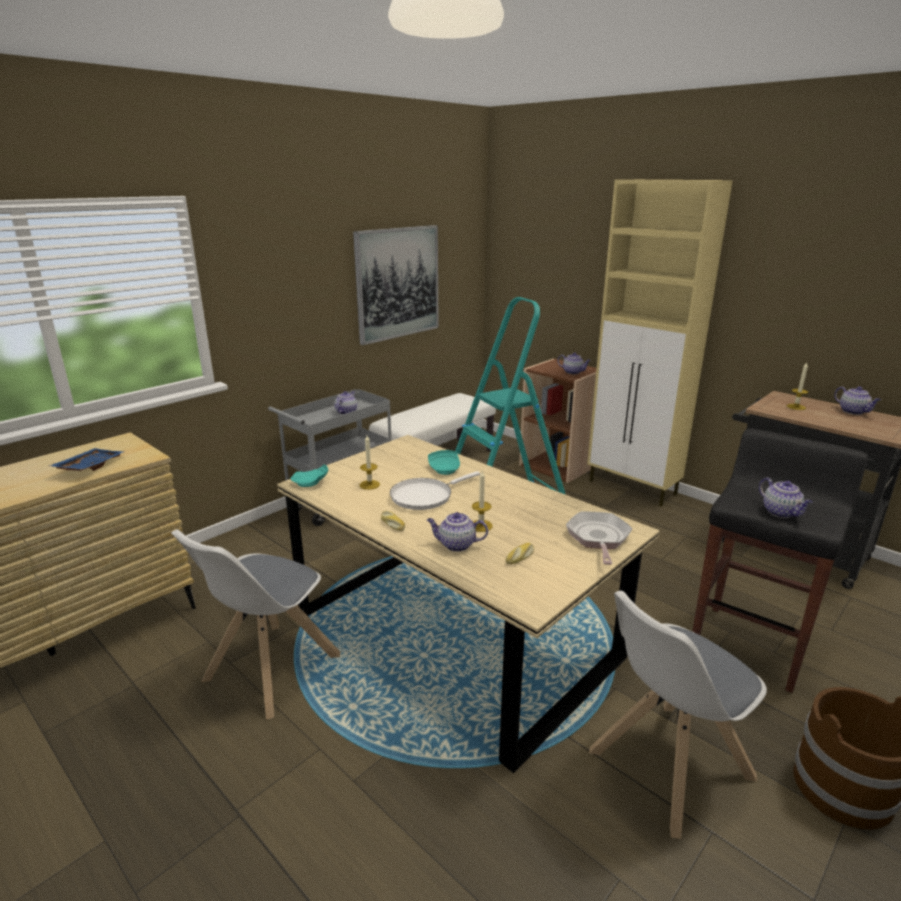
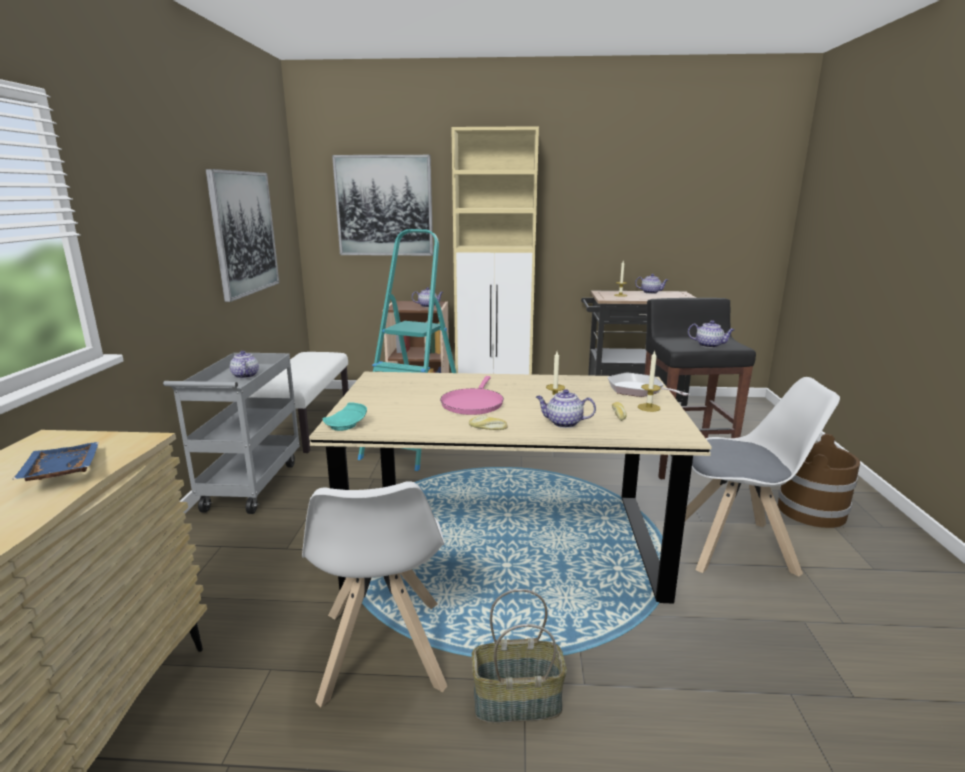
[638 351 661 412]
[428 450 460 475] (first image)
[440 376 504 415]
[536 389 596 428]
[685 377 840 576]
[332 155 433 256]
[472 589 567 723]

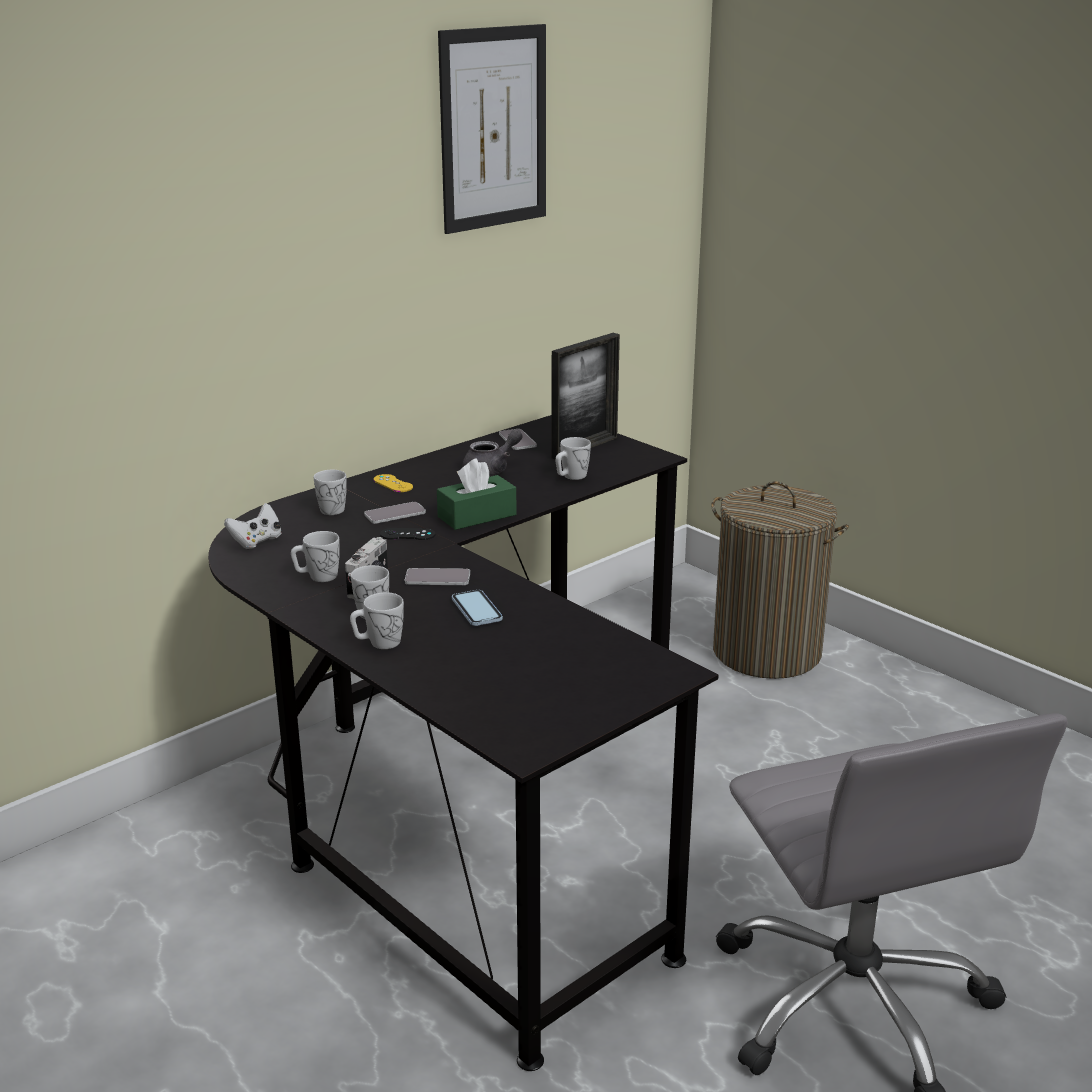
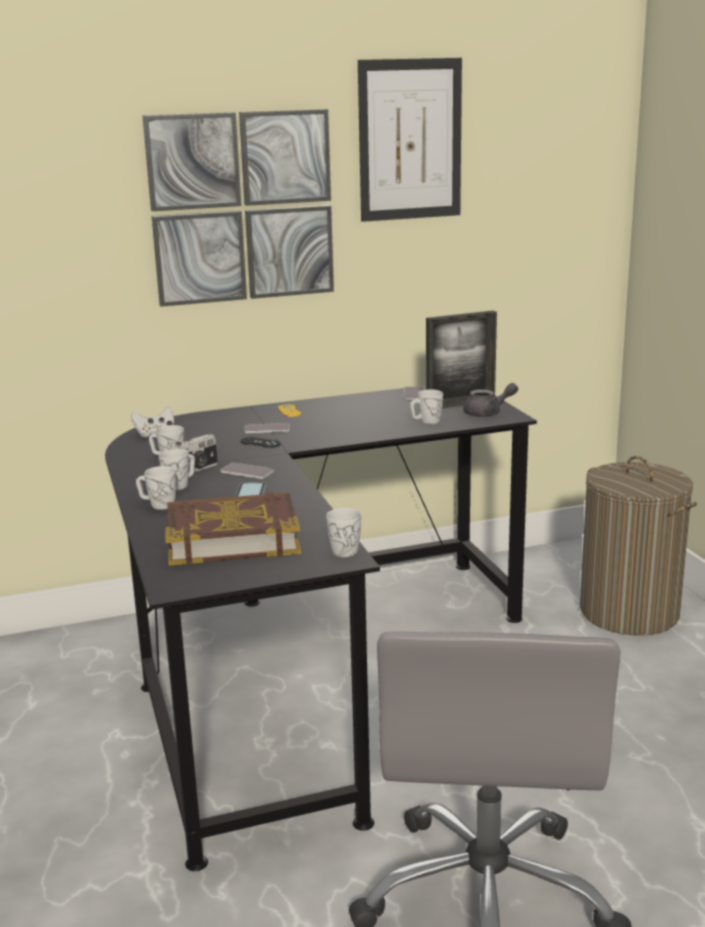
[463 383 518 417]
[437 458 517 530] (first image)
[326 508 361 557]
[142 109 334 307]
[165 492 301 566]

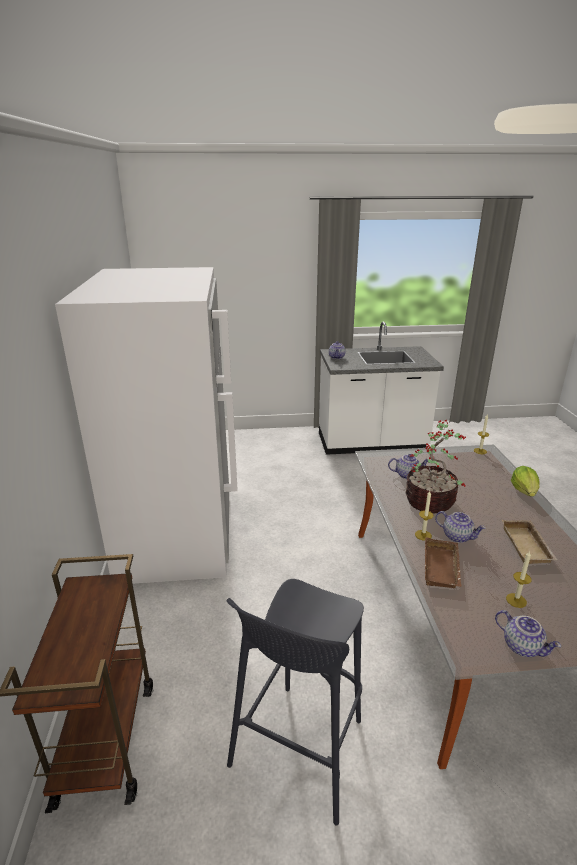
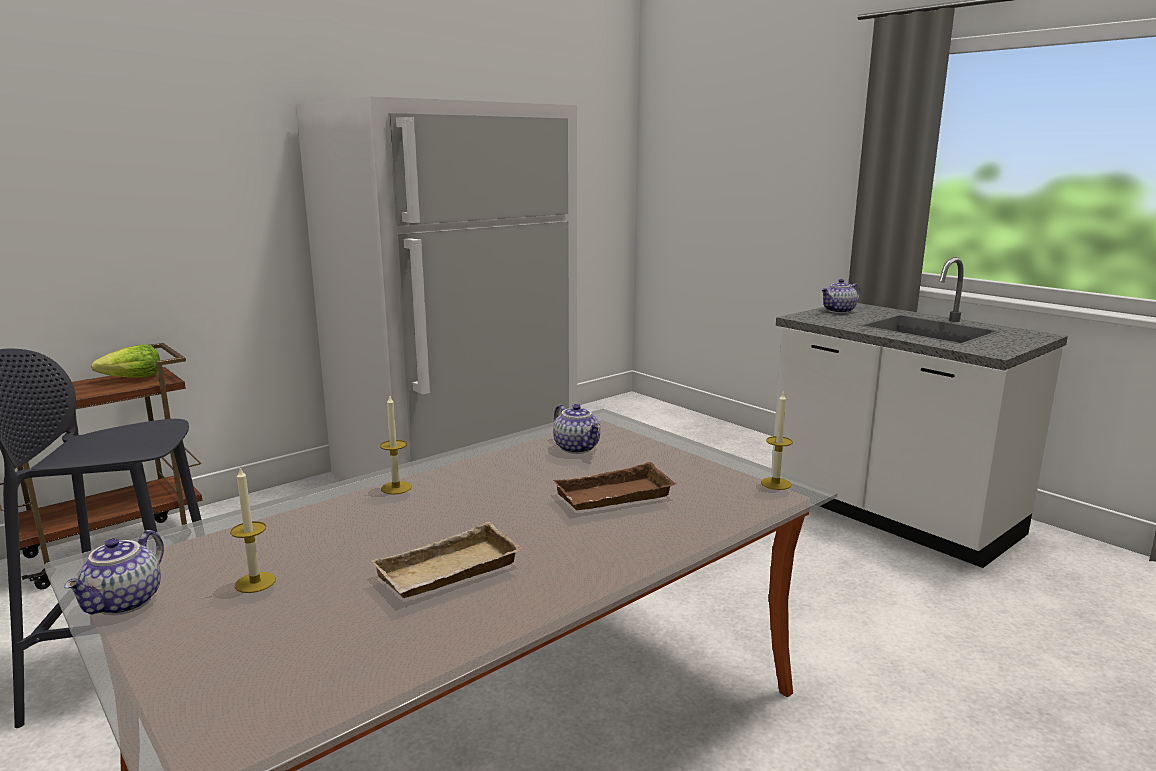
[406 420 466 513] (first image)
[91 344 160 378]
[435 511 486 543] (first image)
[553 462 676 510]

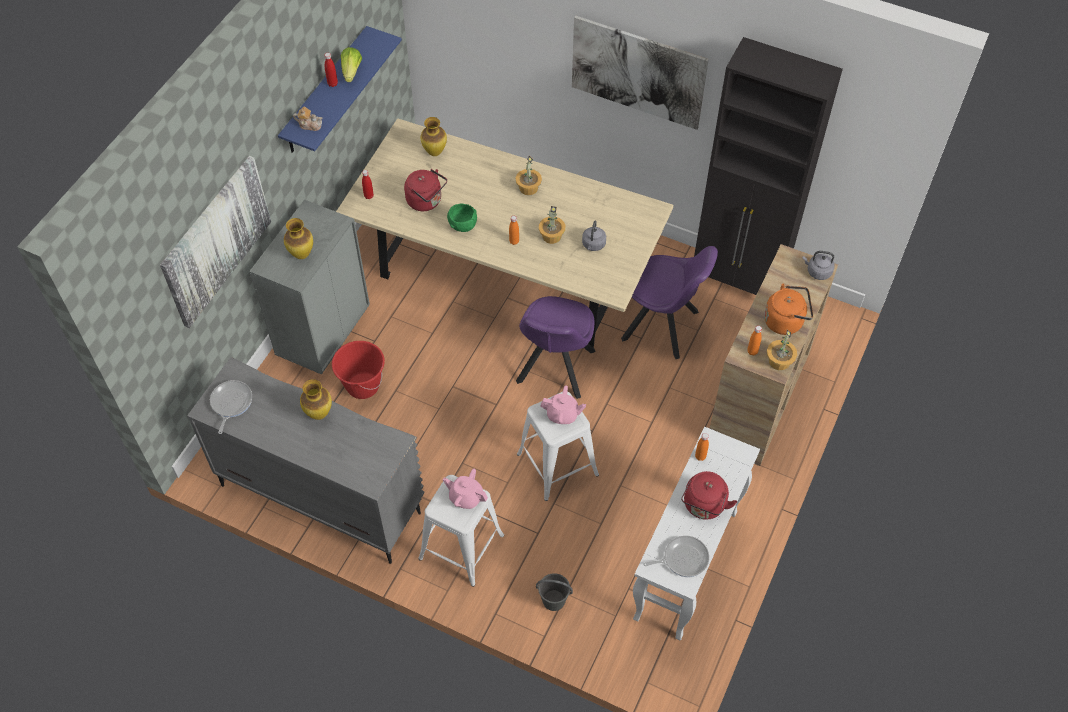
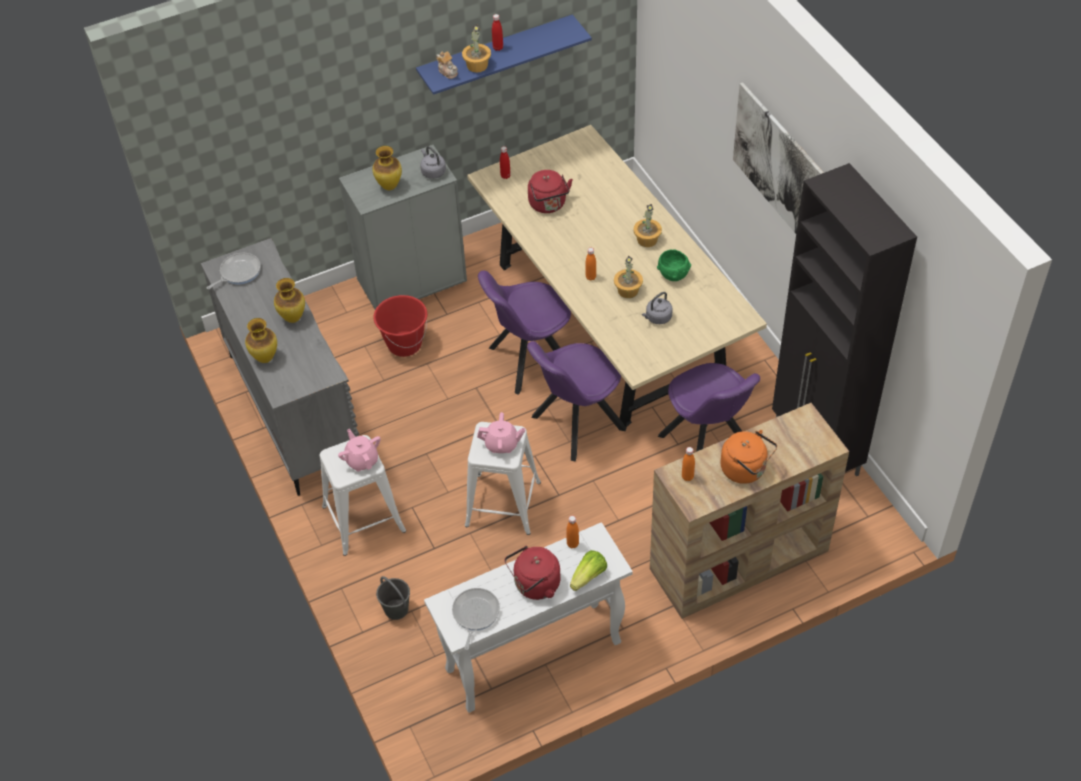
[570 550 607 591]
[245 318 277 363]
[160 156 271 328] (first image)
[657 250 691 281]
[420 146 446 179]
[462 25 491 73]
[477 412 525 453]
[452 588 500 650]
[478 271 571 395]

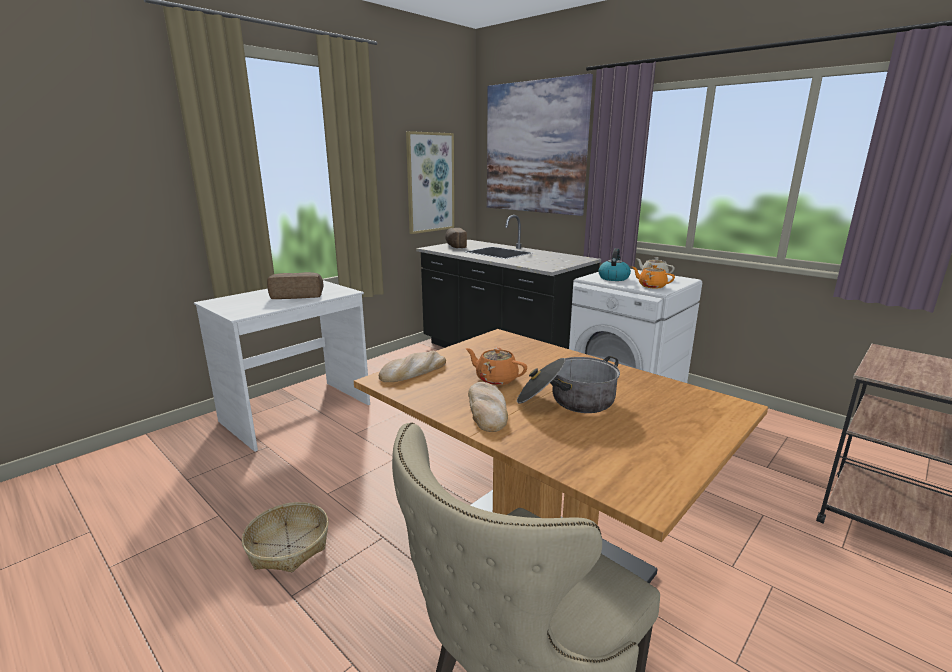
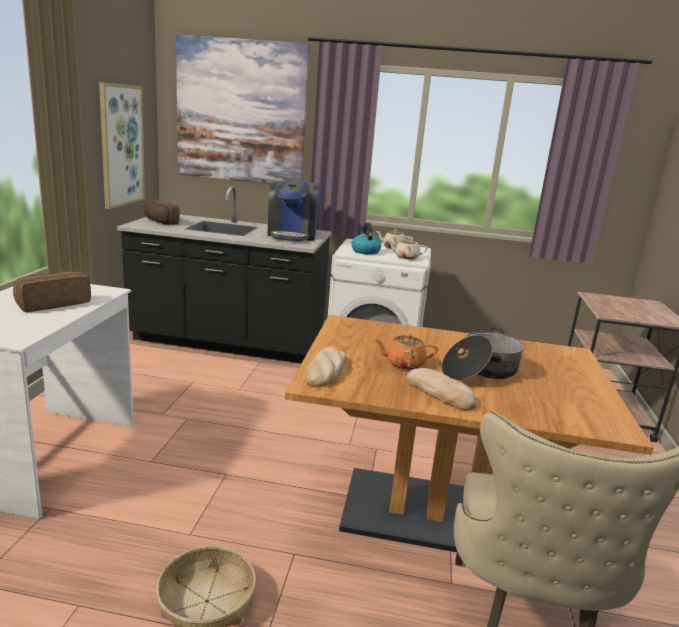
[387 238 428 260]
[267 179 323 241]

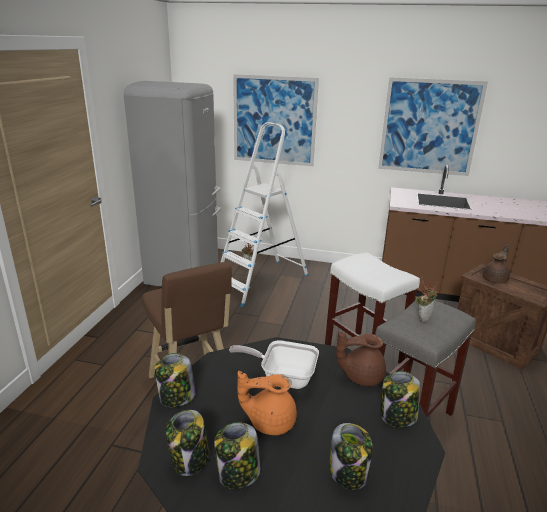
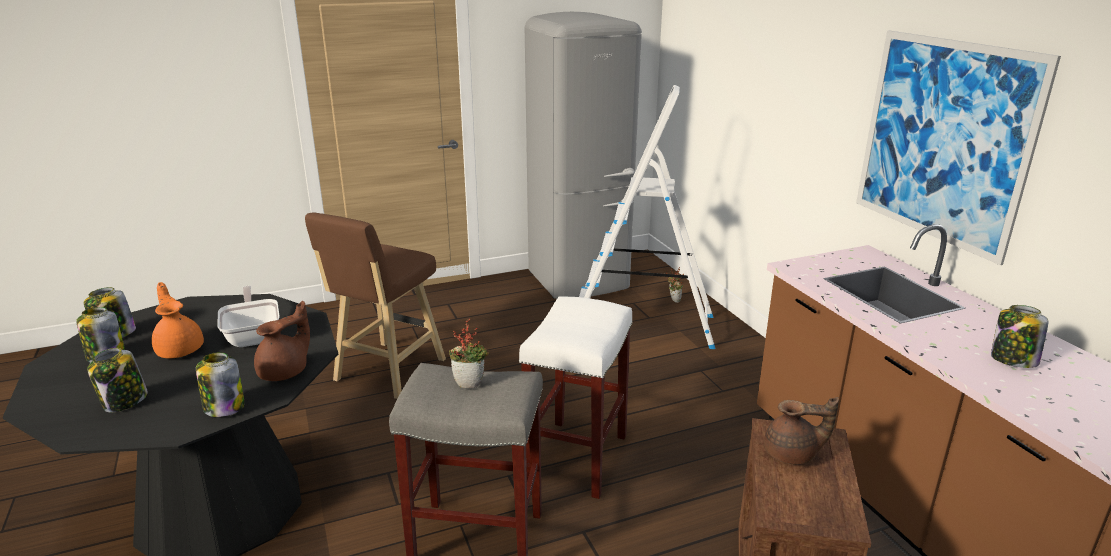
[233 74 319 166] (first image)
[254 301 310 381]
[991 305 1048 368]

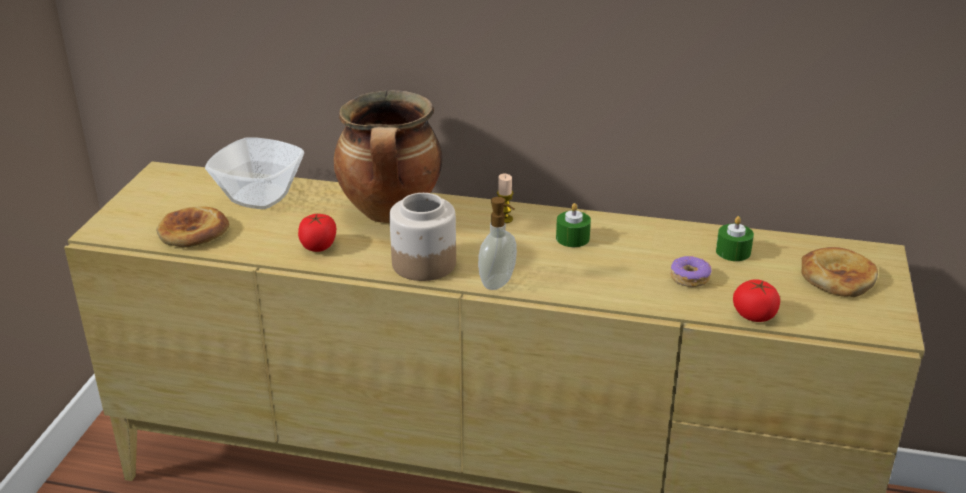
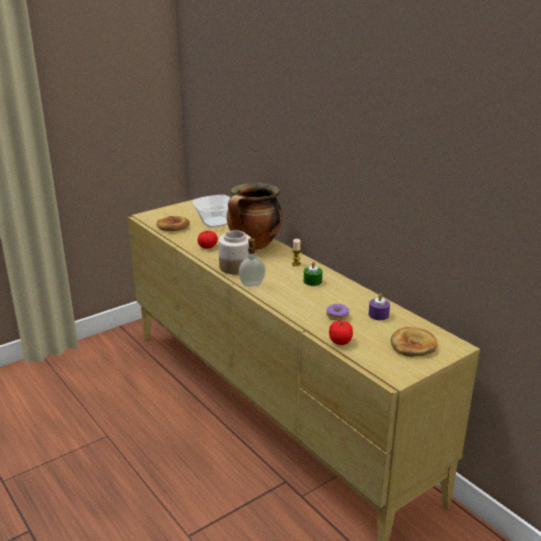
[369 294 390 320]

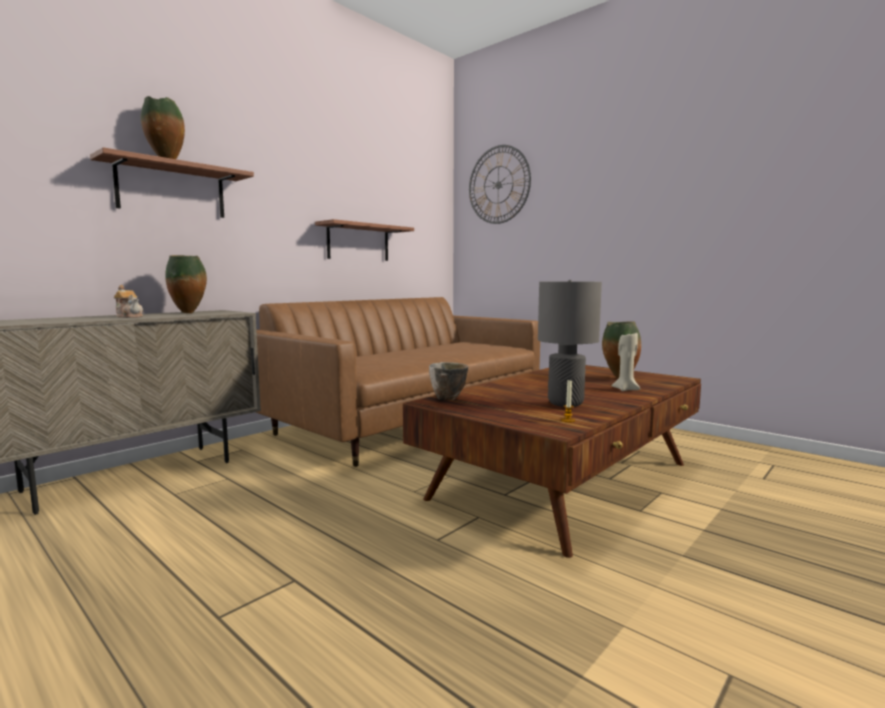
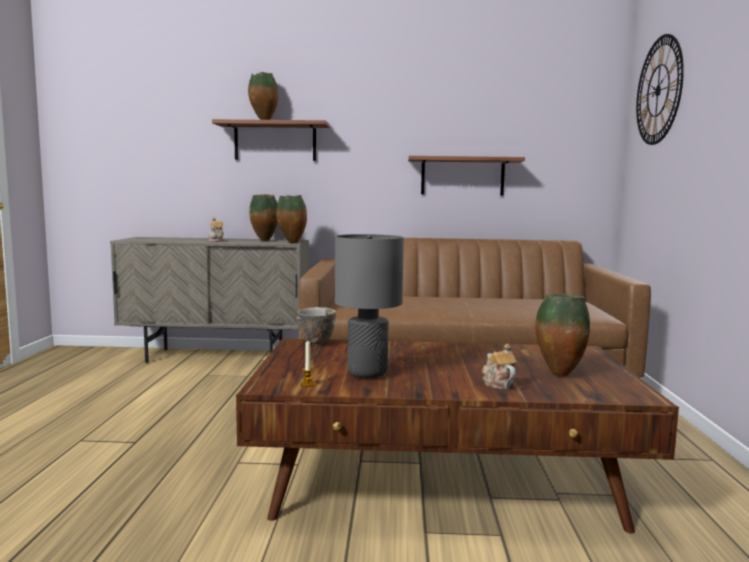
[482 344 517 390]
[276 195 307 243]

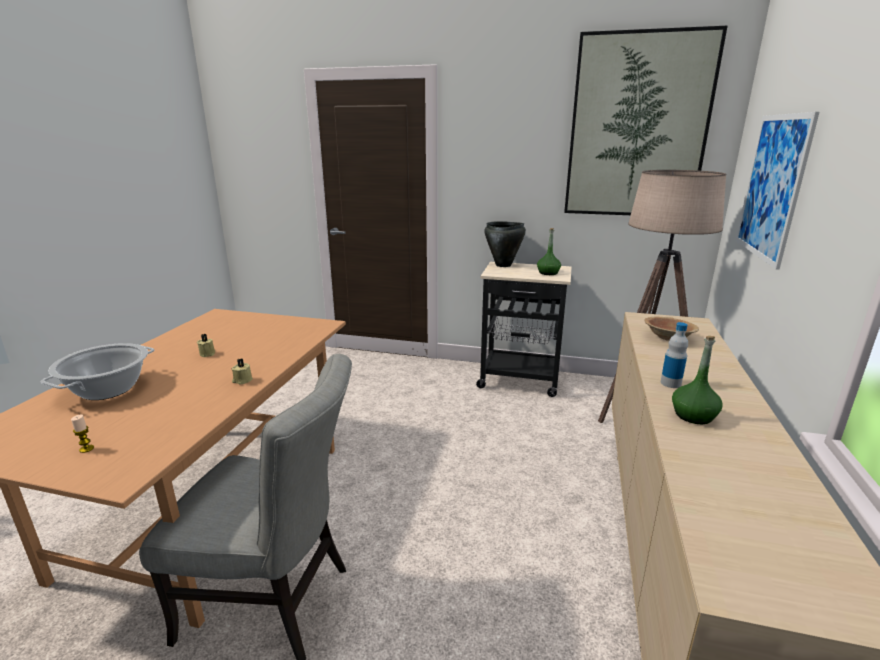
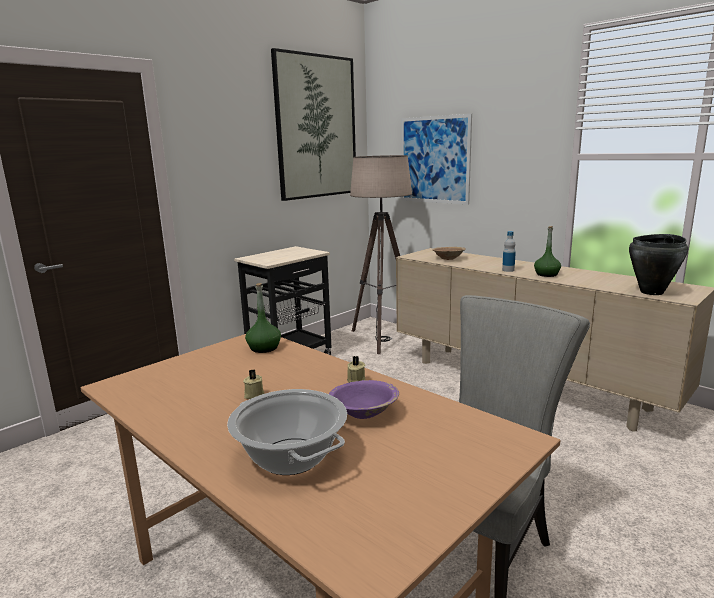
[629 234 688 295]
[245 283 281 353]
[71 414 94 453] (first image)
[329 380 399 419]

